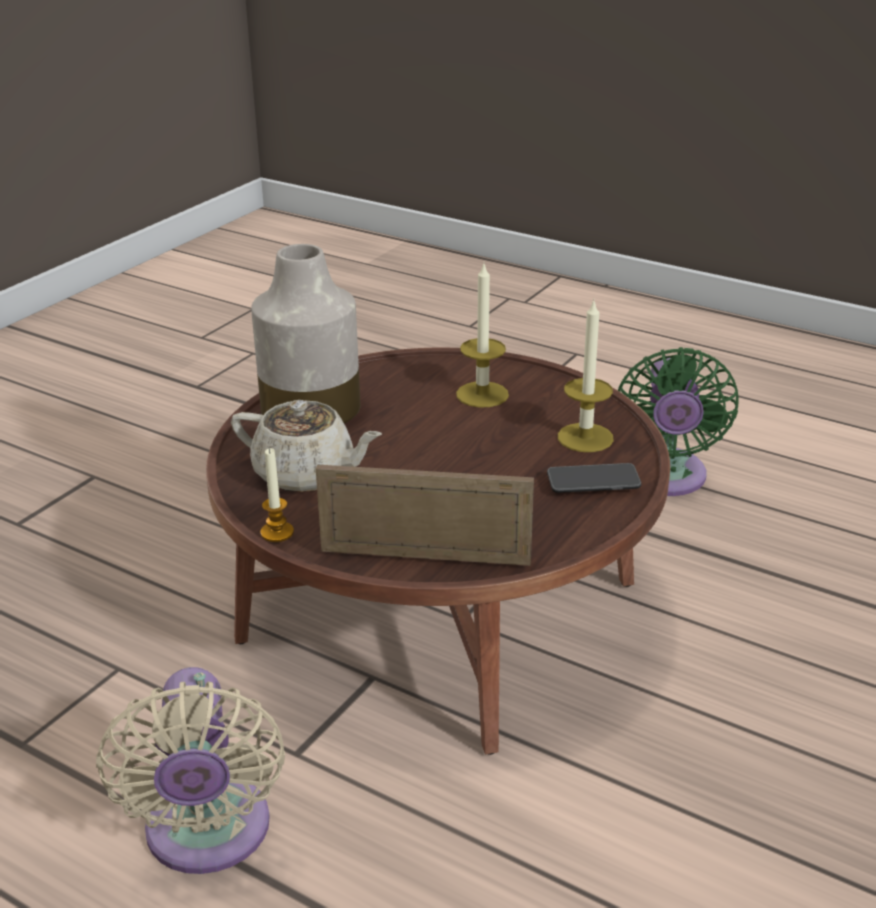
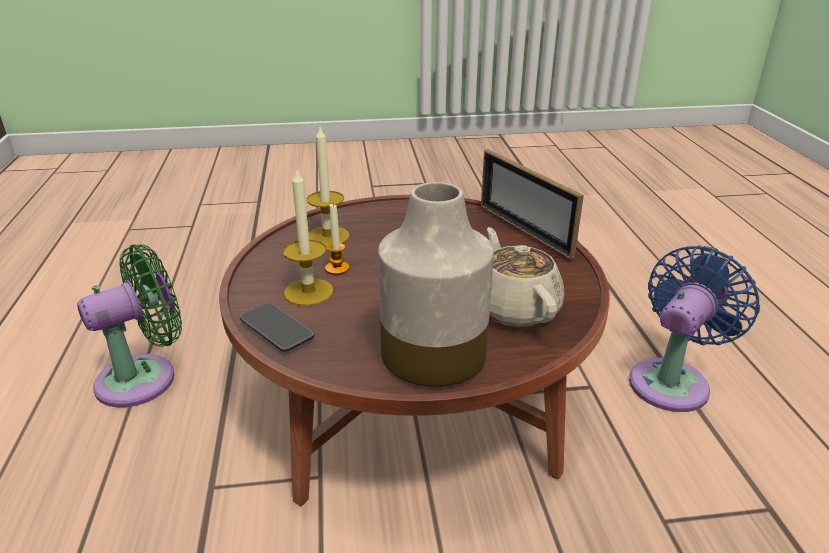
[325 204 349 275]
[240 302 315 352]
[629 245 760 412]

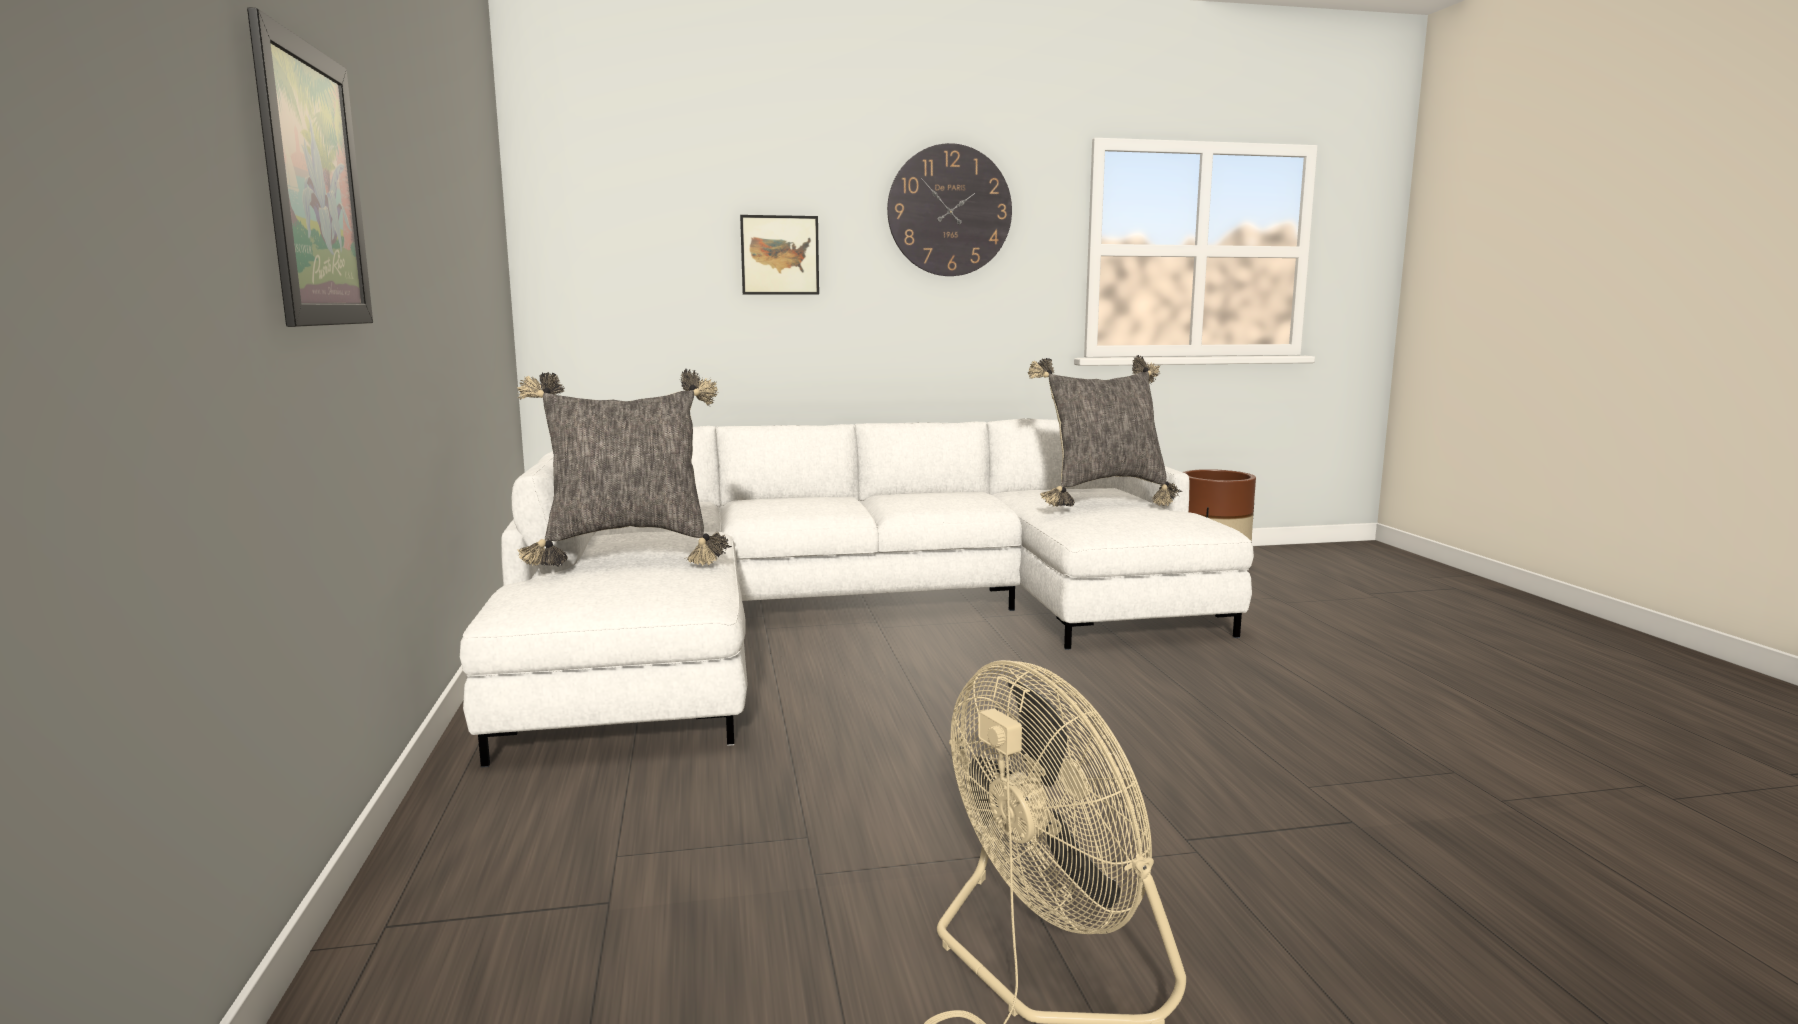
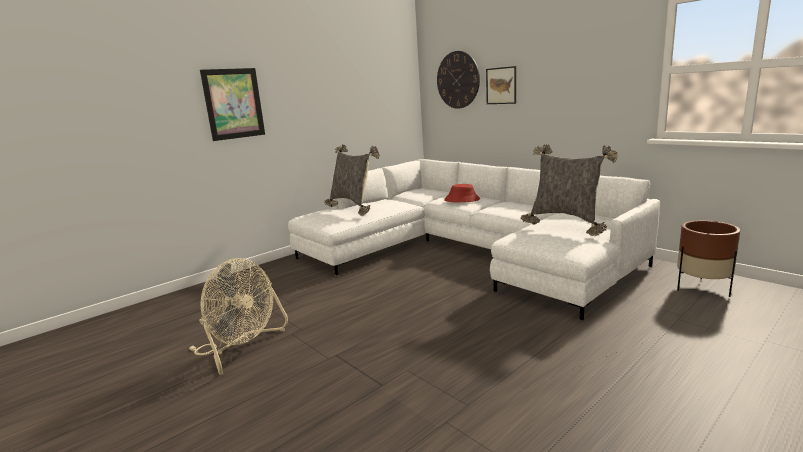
[437 51 480 109]
[444 184 480 203]

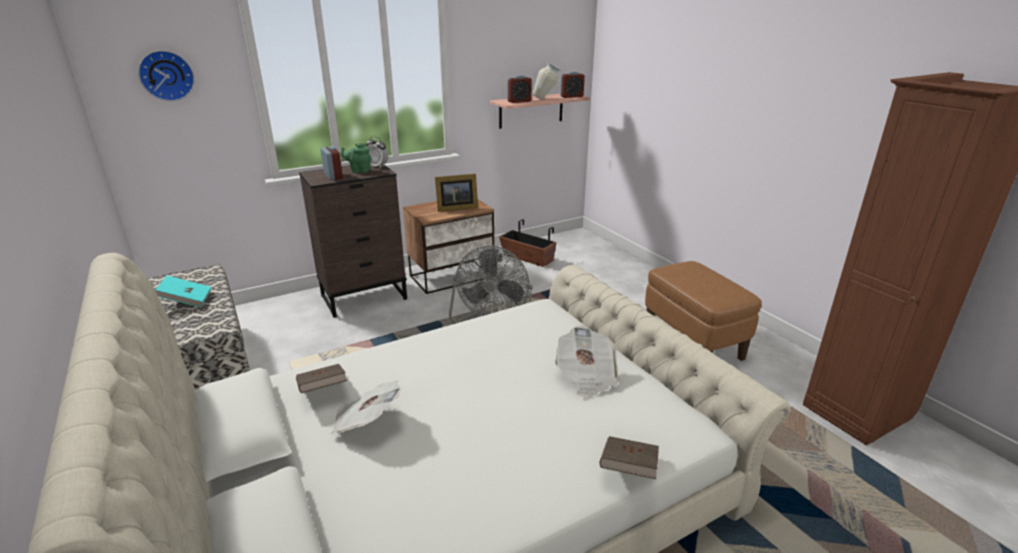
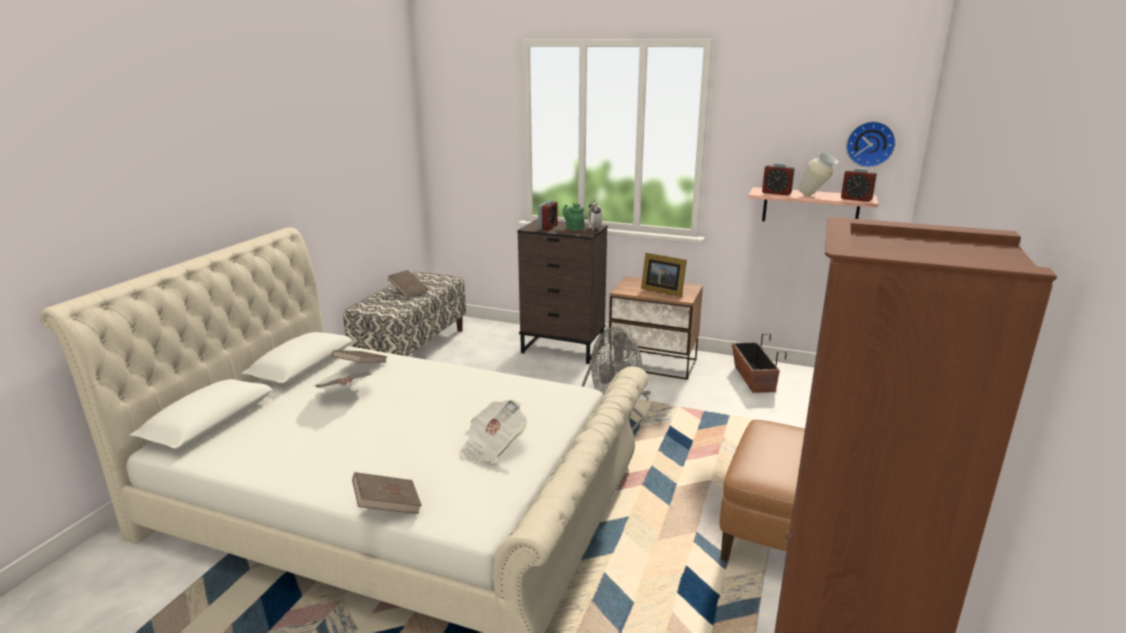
[846 121 896 168]
[387 270 428 298]

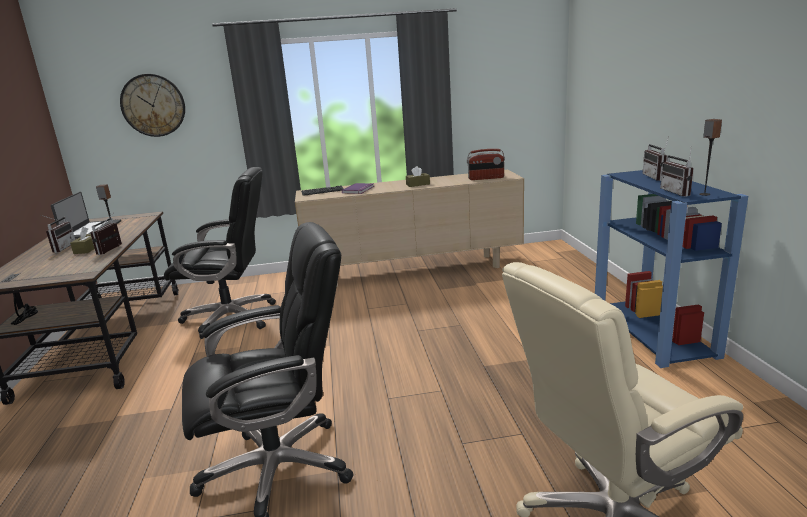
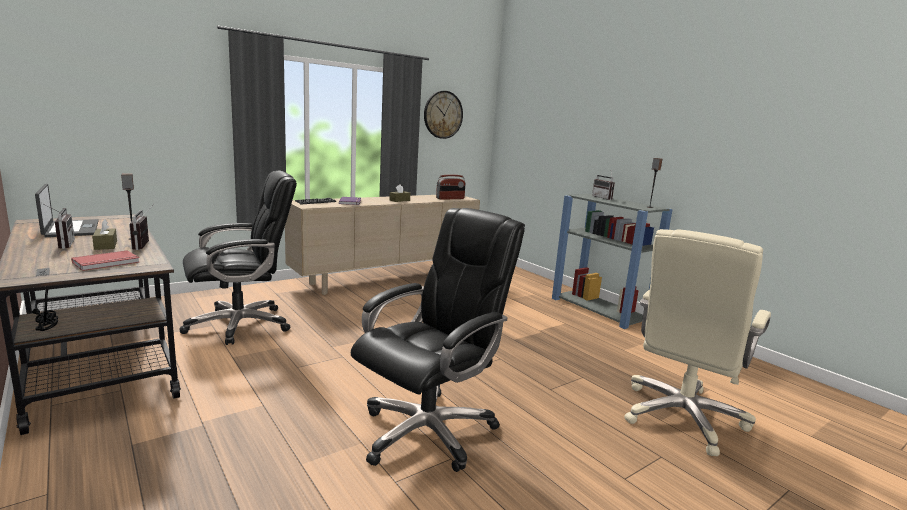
[424 91 463 139]
[660 148 693 197] (first image)
[552 194 673 329]
[71 250 139 271]

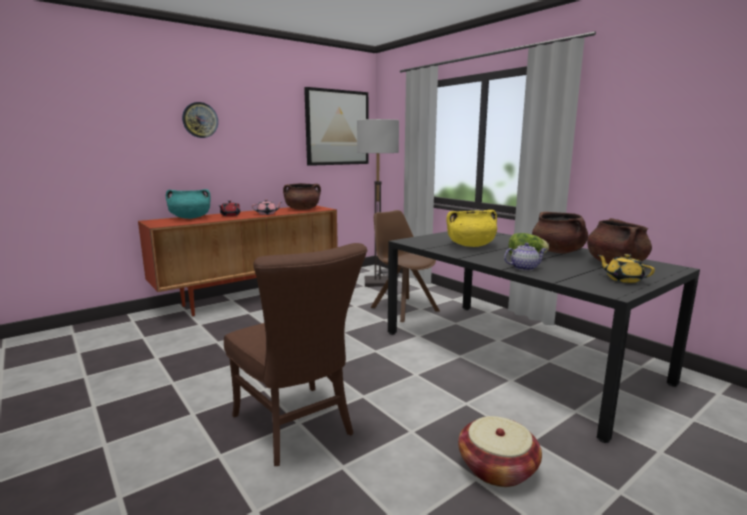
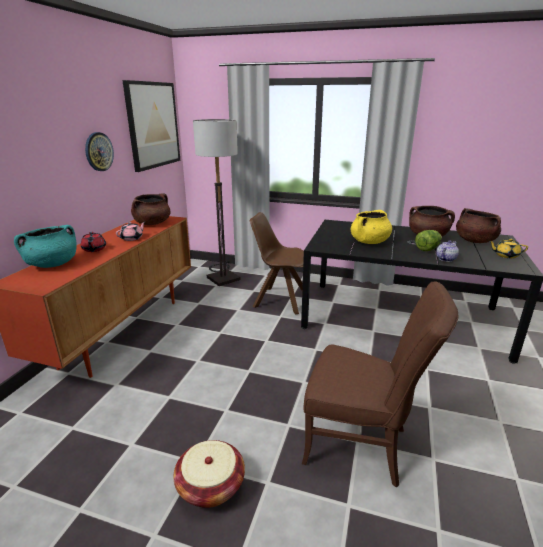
[85 132 114 171]
[173 440 245 508]

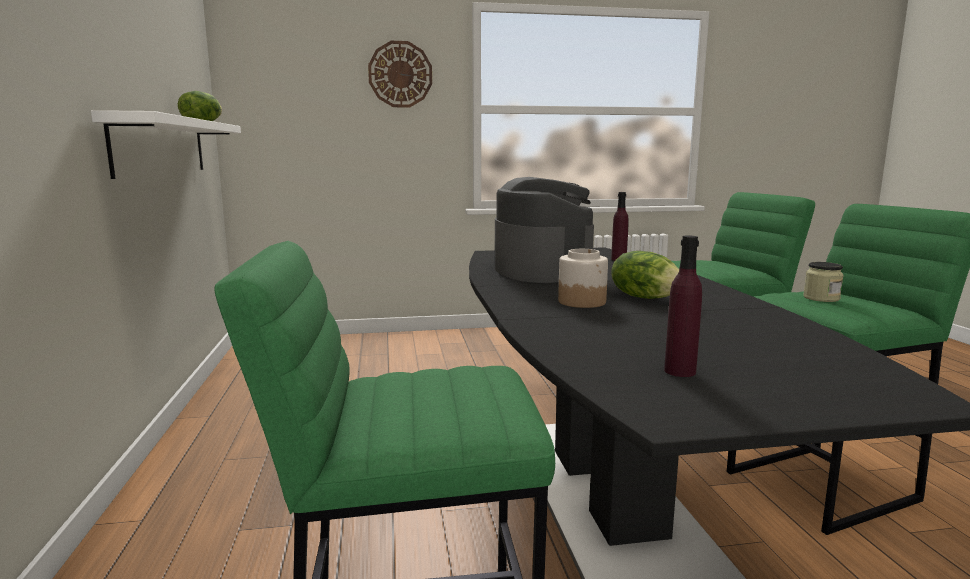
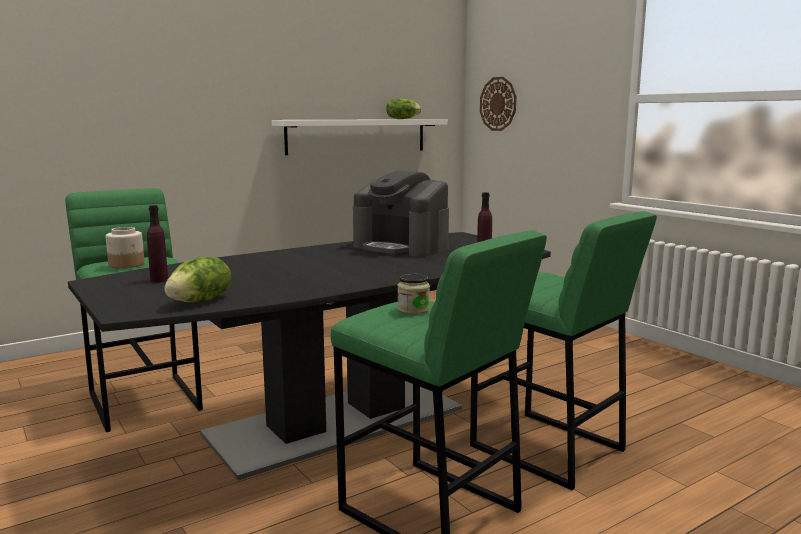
[480 77 516 131]
[353 171 449 257]
[106 227 145 269]
[164 257 231 303]

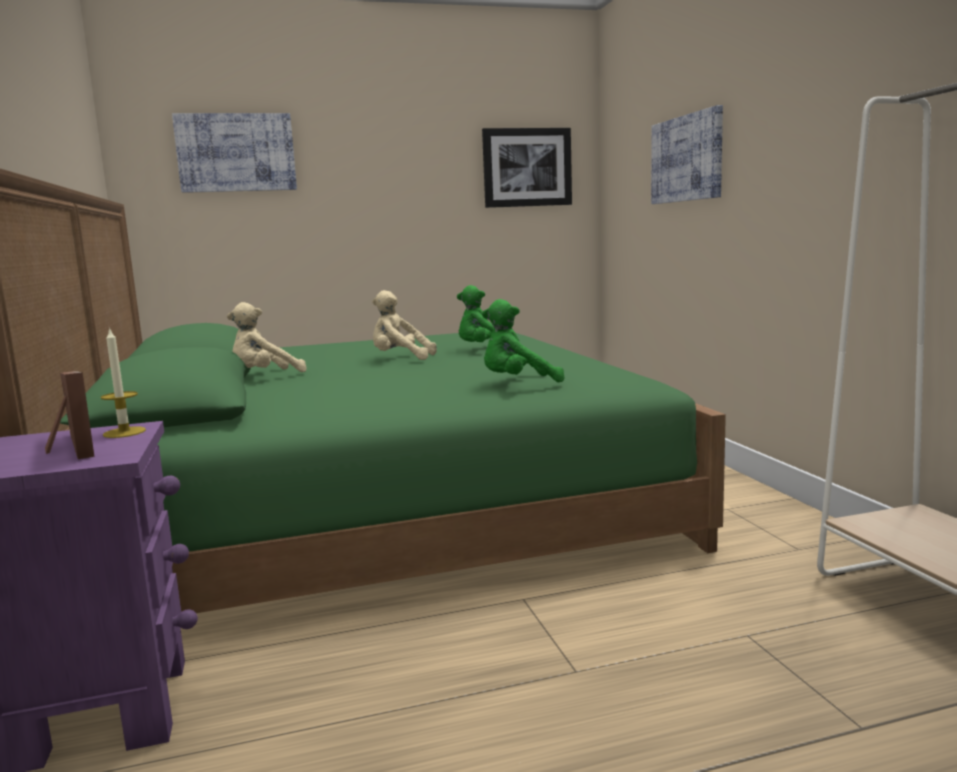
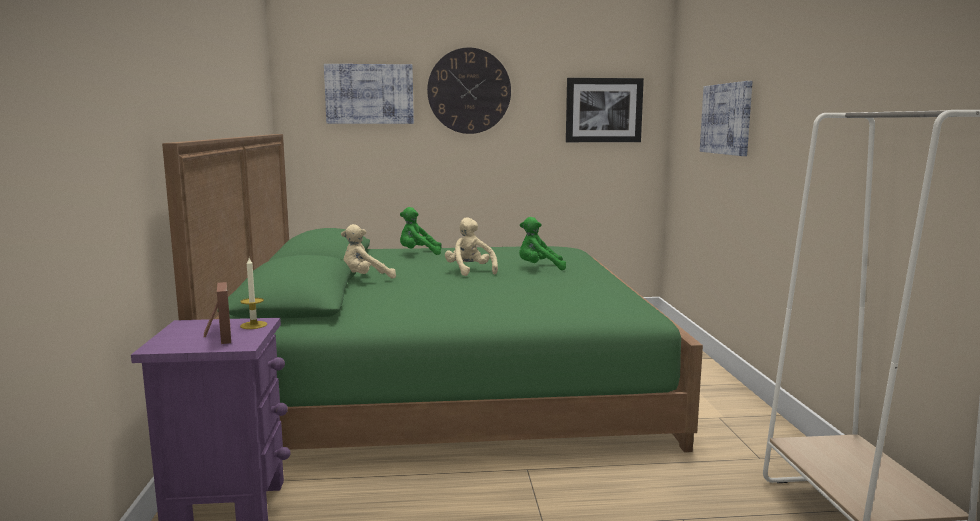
[445 217 498 276]
[400 207 442 255]
[427 48 511 134]

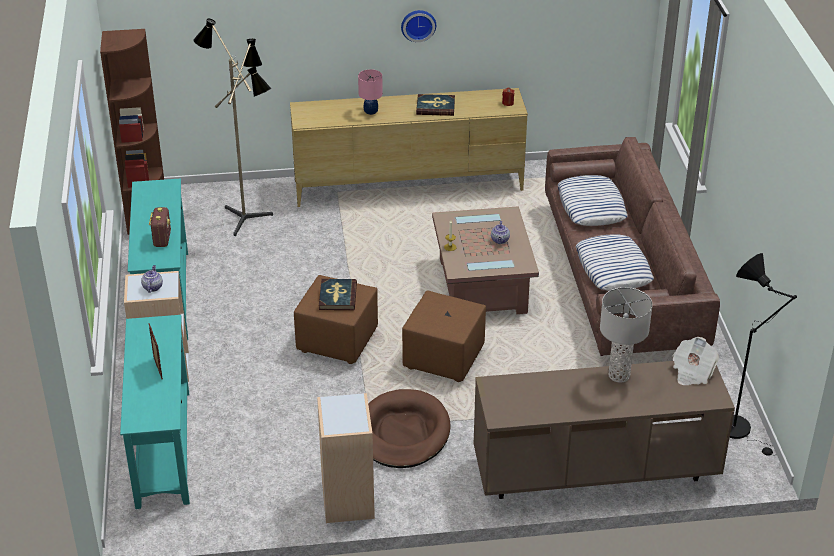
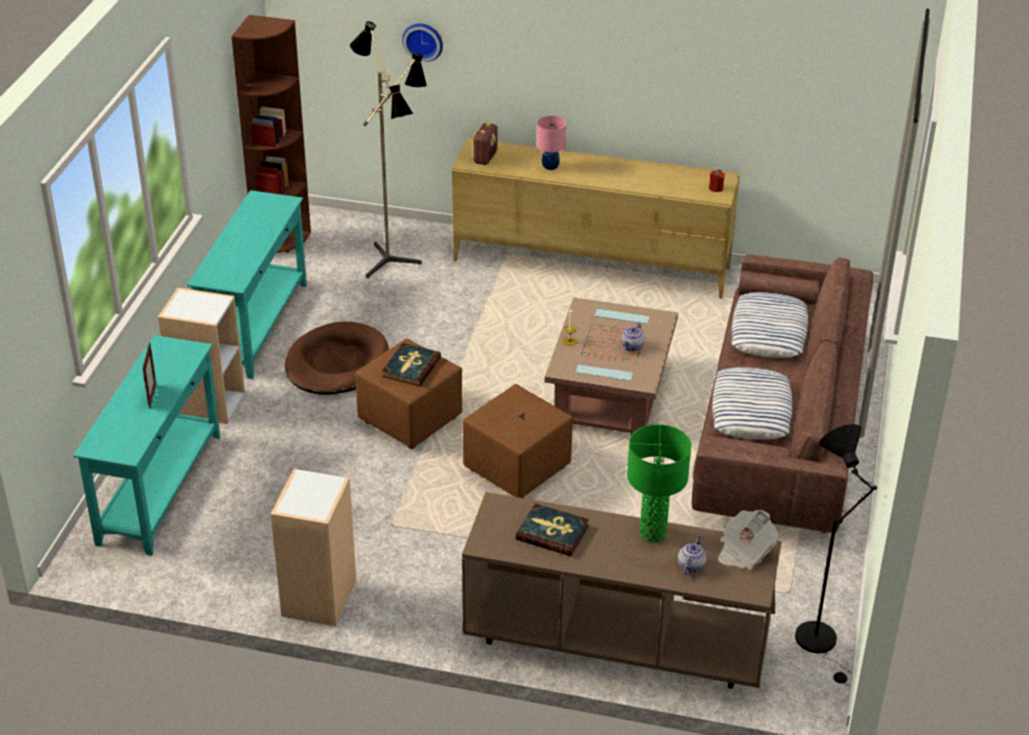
[402 23 443 62]
[516 503 589 556]
[472 123 498 165]
[678 536 706 574]
[627 424 691 542]
[285 321 389 395]

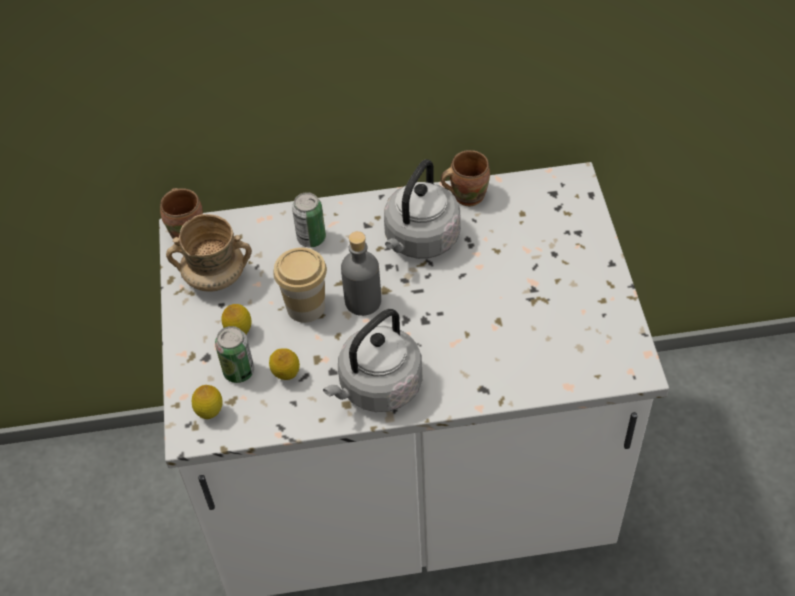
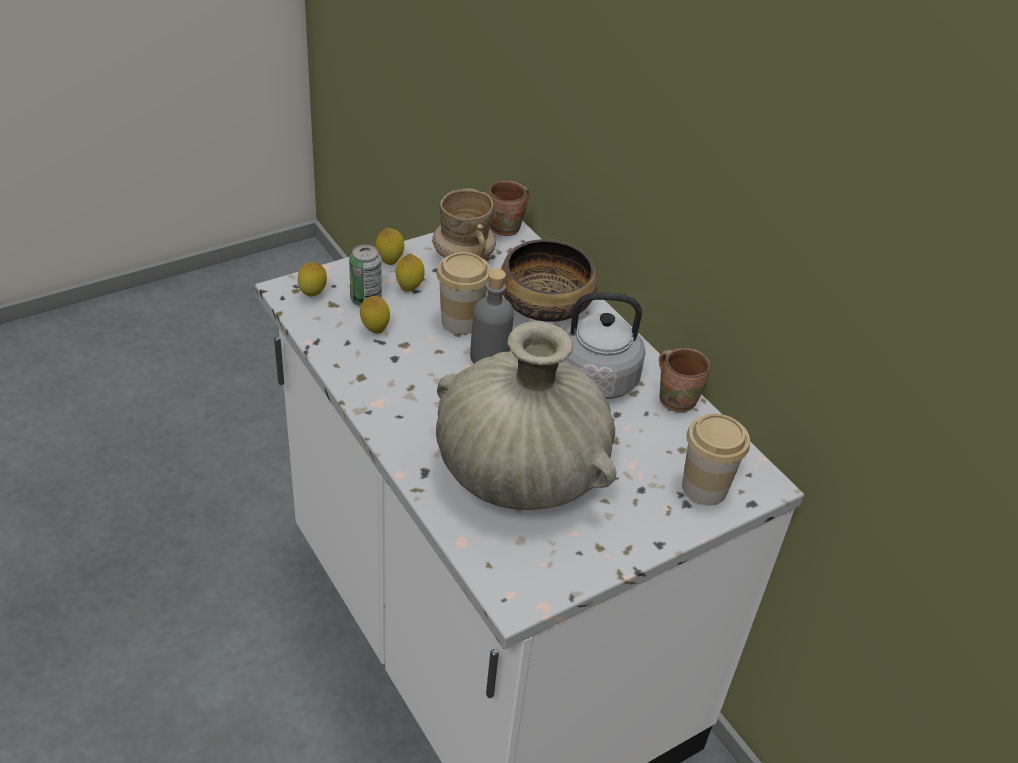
[501 239 597 322]
[323 309 423 412] (first image)
[376 227 404 265]
[436 321 616 510]
[682 414 750 506]

